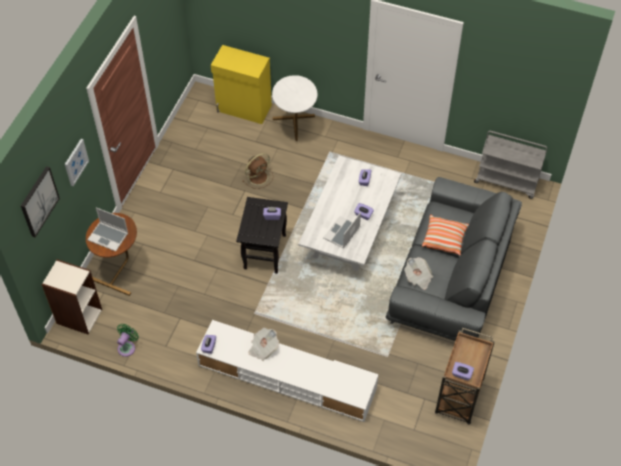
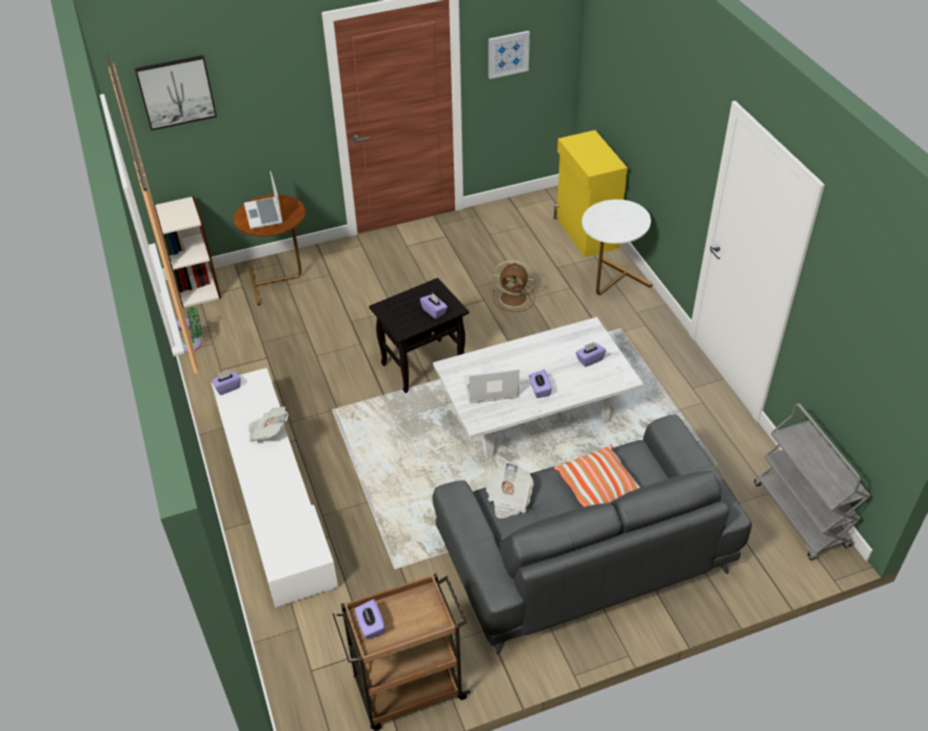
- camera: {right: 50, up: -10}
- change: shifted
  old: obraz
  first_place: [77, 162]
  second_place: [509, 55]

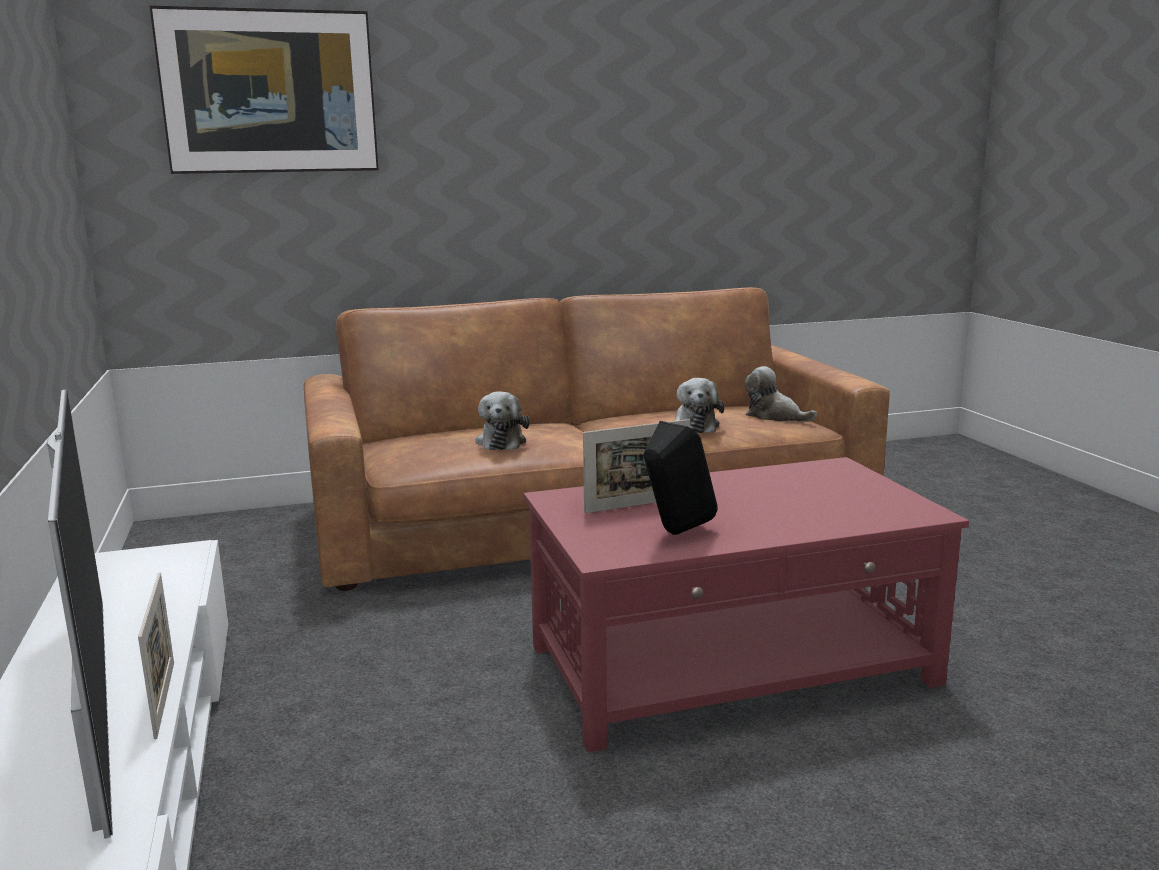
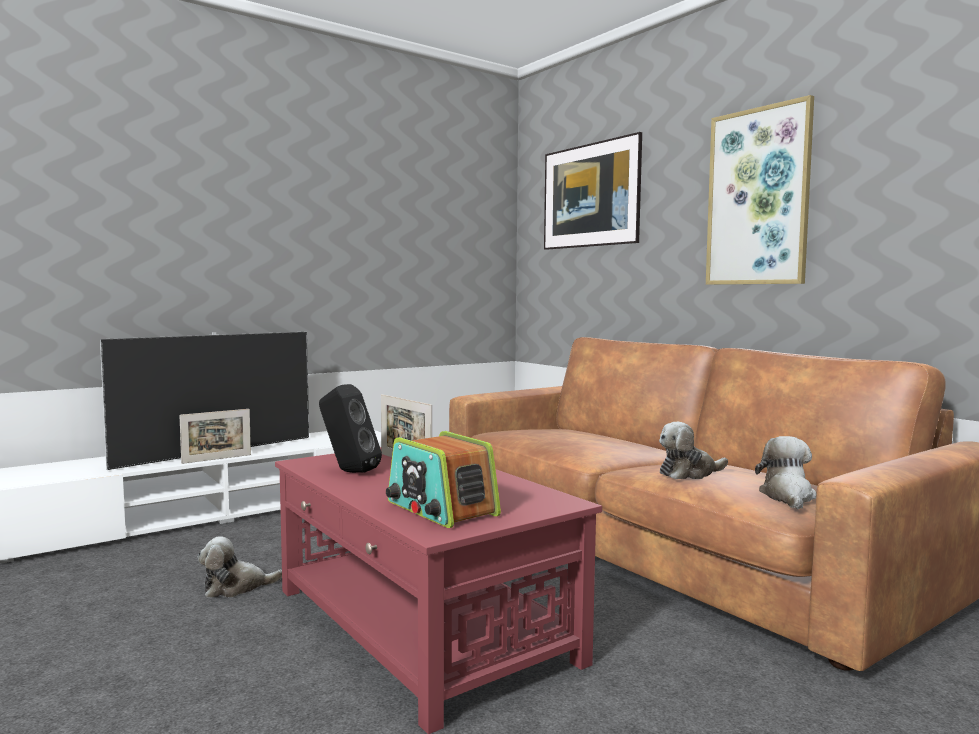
- camera: {right: 70, up: -10}
- change: shifted
  old: pluszak
  first_place: [502, 420]
  second_place: [240, 567]
- change: new
  new: obraz
  second_place: [760, 190]
- change: new
  new: radio
  second_place: [443, 479]

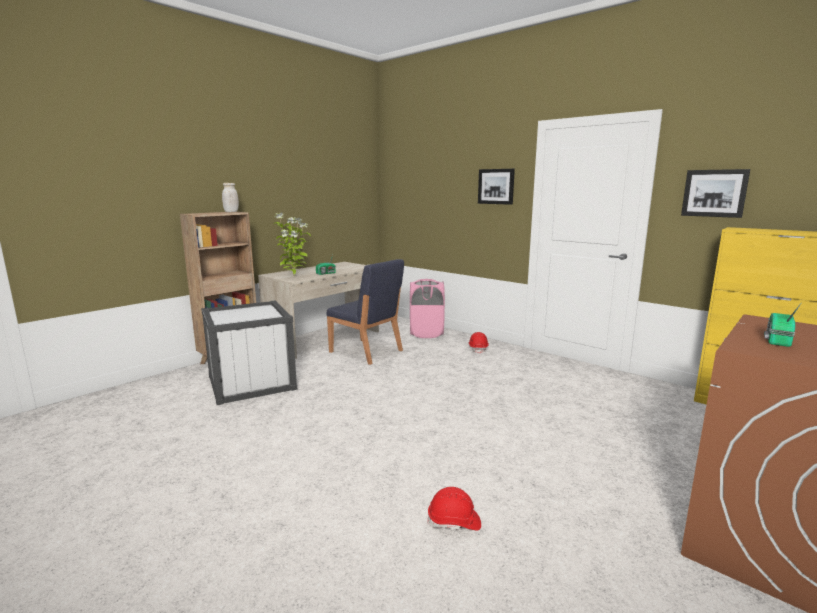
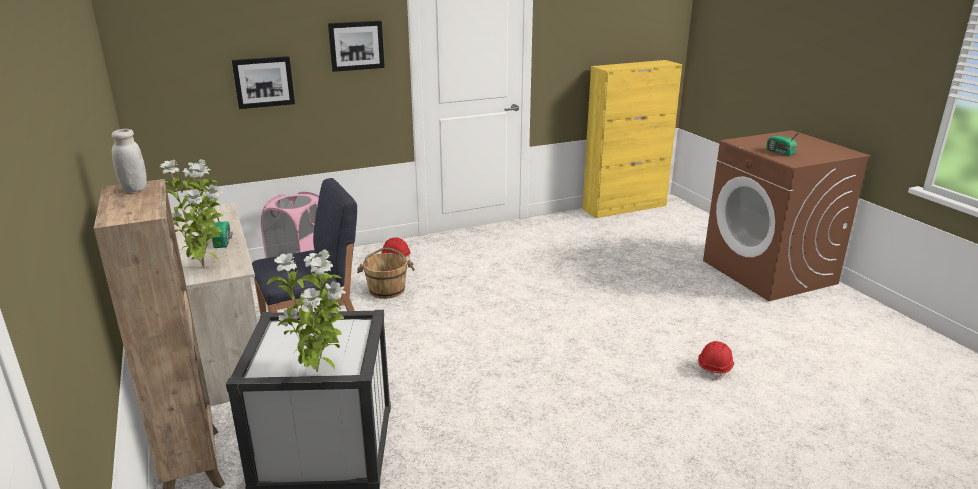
- camera: {right: -65, up: 10}
- change: shifted
  old: obraz
  first_place: [715, 193]
  second_place: [263, 82]
- change: new
  new: wiadro (brązowy)
  second_place: [386, 273]
- change: new
  new: roślina doniczkowa
  second_place: [306, 310]

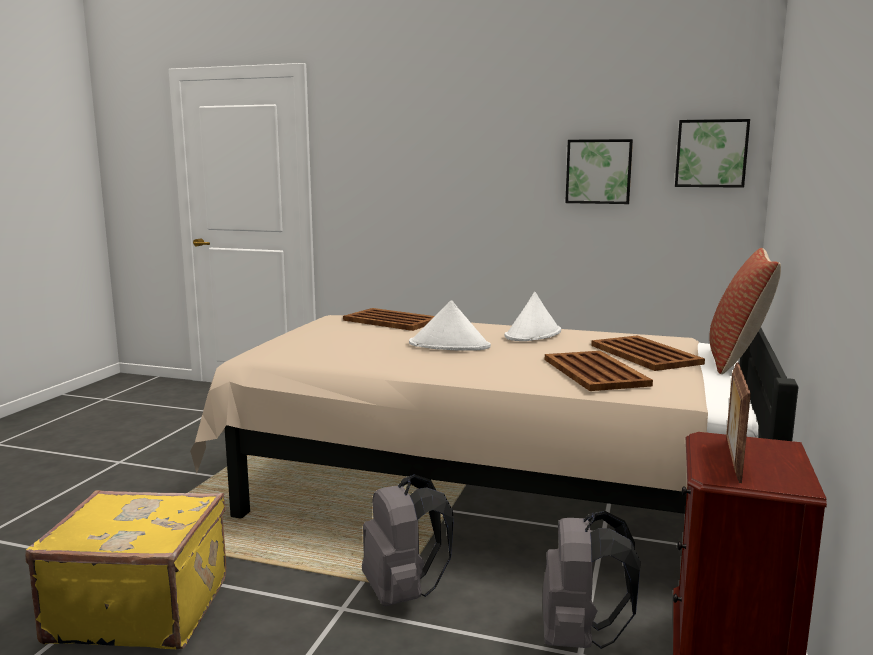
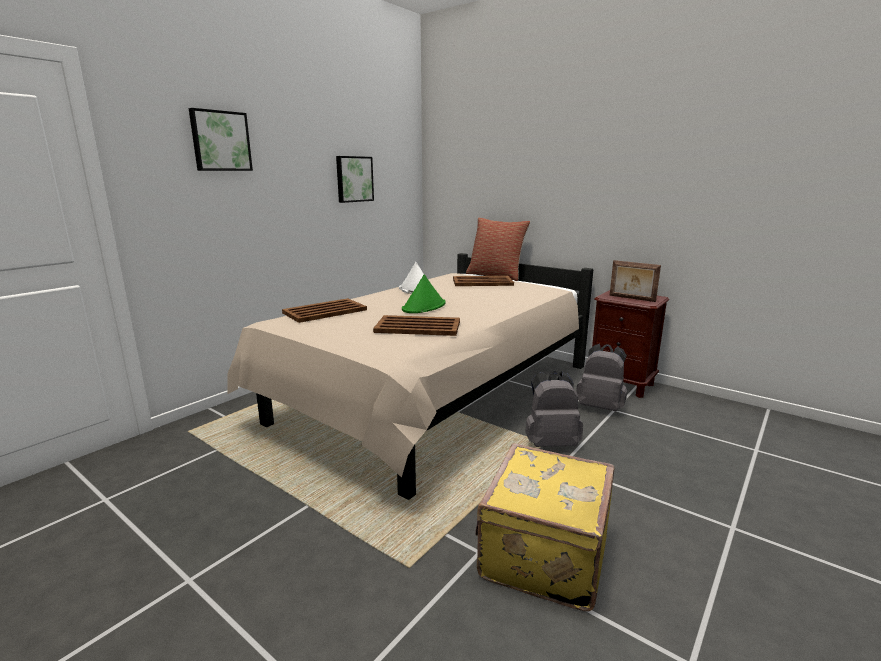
- camera: {right: -70, up: 5}
- change: shifted
  old: obraz
  first_place: [712, 153]
  second_place: [221, 139]
- change: repainted
  old: kapelusz (biały)
  new: kapelusz (zielony)
  first_place: [450, 325]
  second_place: [424, 293]
- change: shifted
  old: taca (brązowy)
  first_place: [599, 371]
  second_place: [416, 325]

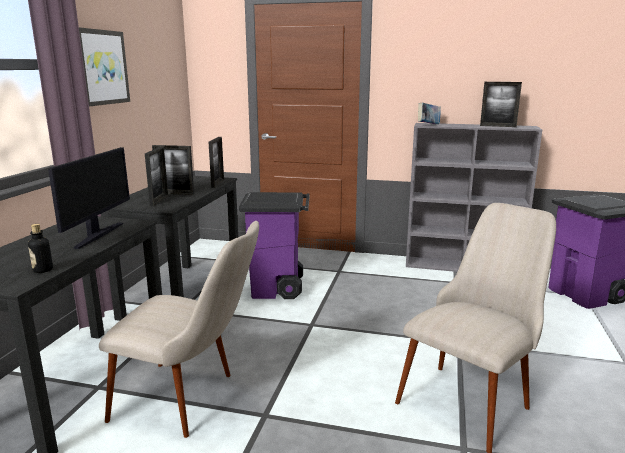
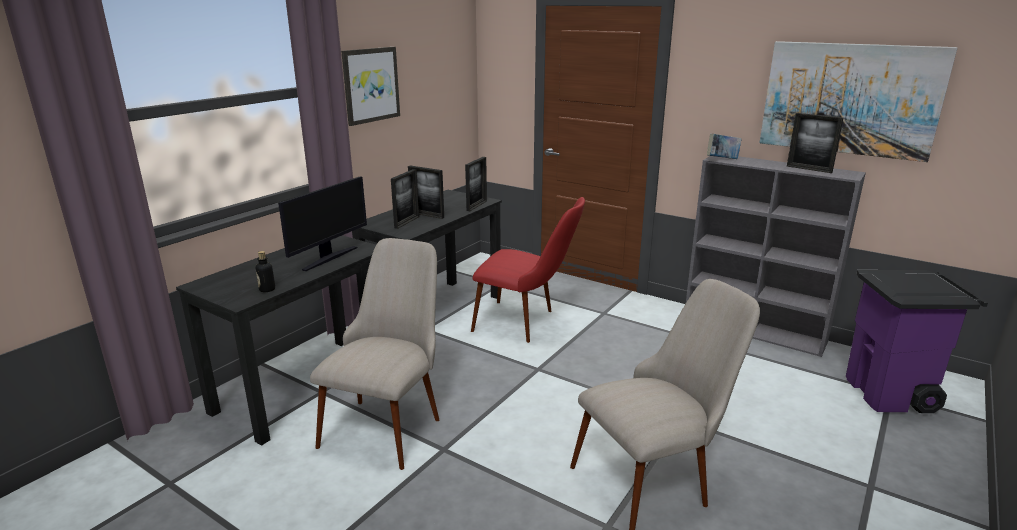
- camera: {right: 20, up: 5}
- change: swapped
  old: kosz na śmieci (fioletowy)
  new: krzesło (czerwony)
  first_place: [274, 245]
  second_place: [528, 270]
- change: rotated
  old: krzesło (beżowy)
  first_place: [179, 329]
  second_place: [374, 354]
  degrees: -105
- change: new
  new: obraz
  second_place: [858, 101]

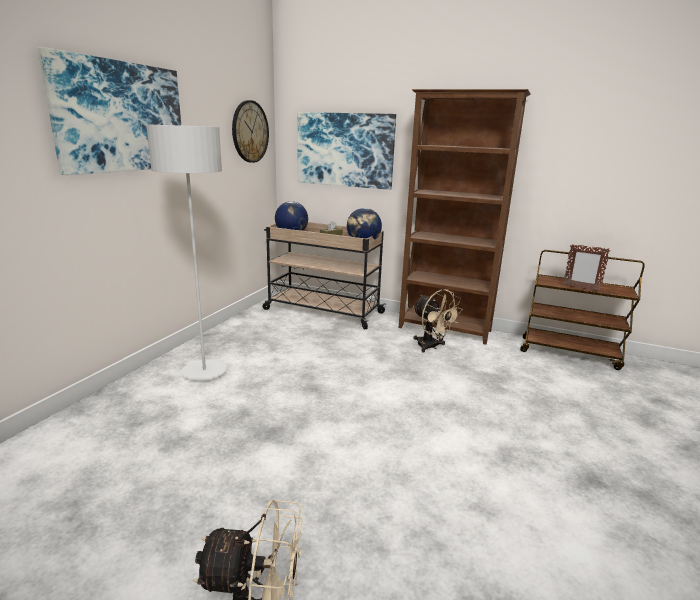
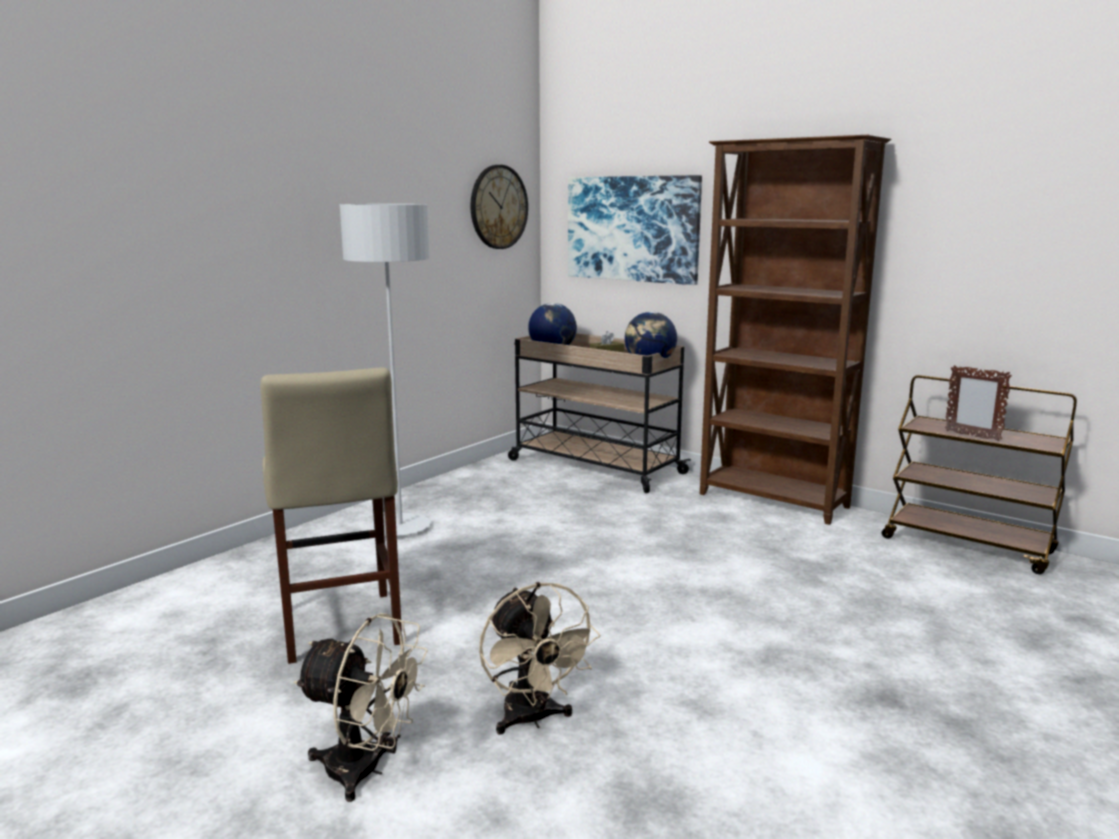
- camera: {right: 15, up: -5}
- change: gone
  old: obraz
  first_place: [109, 111]
- change: shifted
  old: wentylator (beżowy)
  first_place: [438, 320]
  second_place: [539, 658]
- change: new
  new: stołek (beżowy)
  second_place: [331, 515]

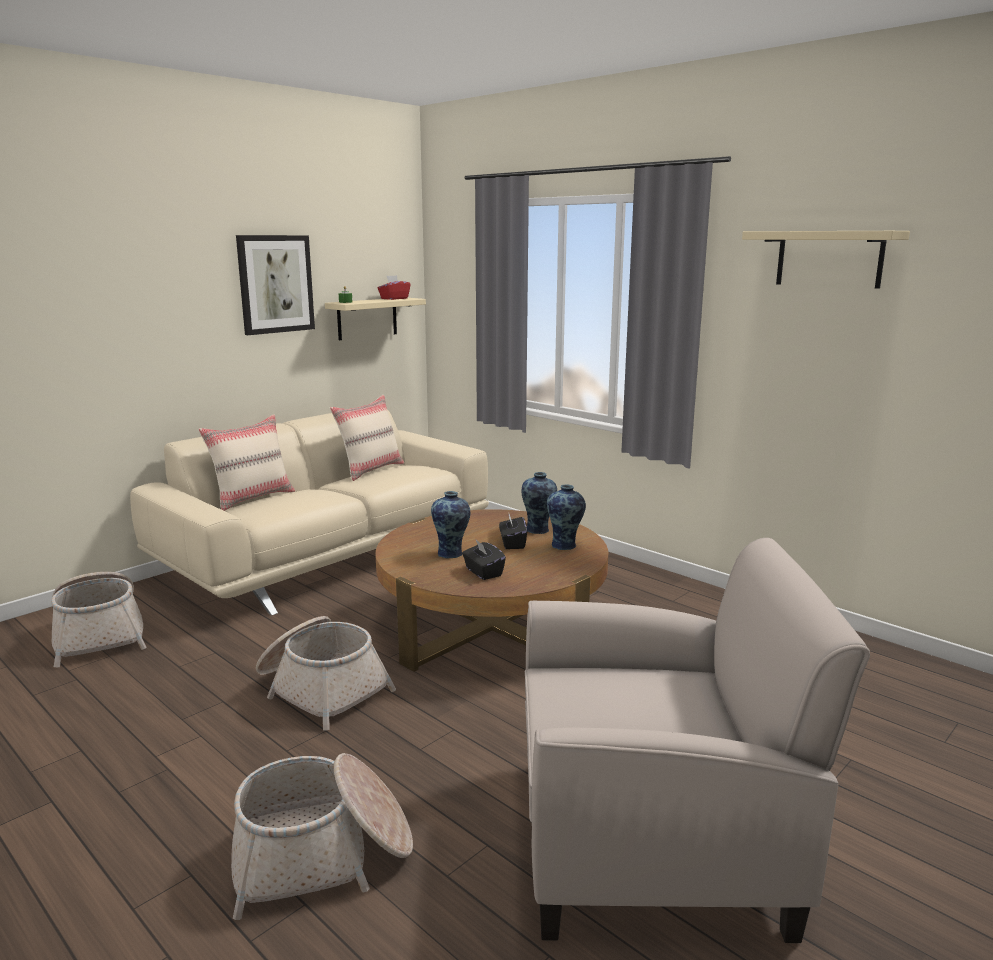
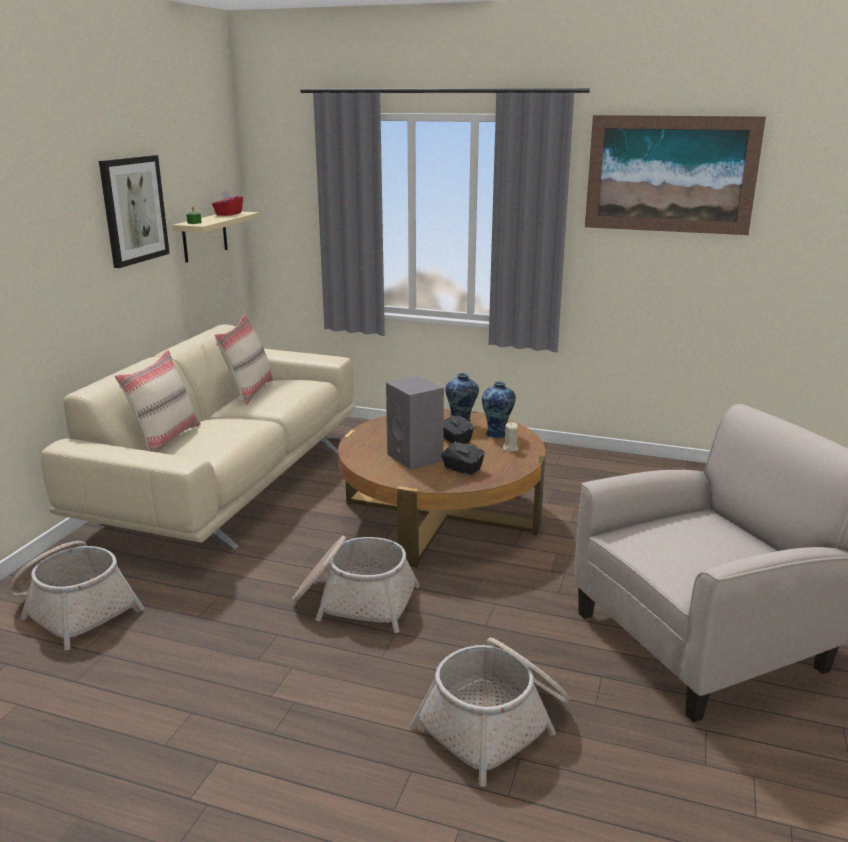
- camera: {right: -25, up: 5}
- change: swapped
  old: półka (beżowy)
  new: obraz
  first_place: [826, 260]
  second_place: [675, 175]
- change: swapped
  old: wazon
  new: głośnik (szary)
  first_place: [450, 524]
  second_place: [415, 423]
- change: new
  new: świeca (beżowy)
  second_place: [510, 437]

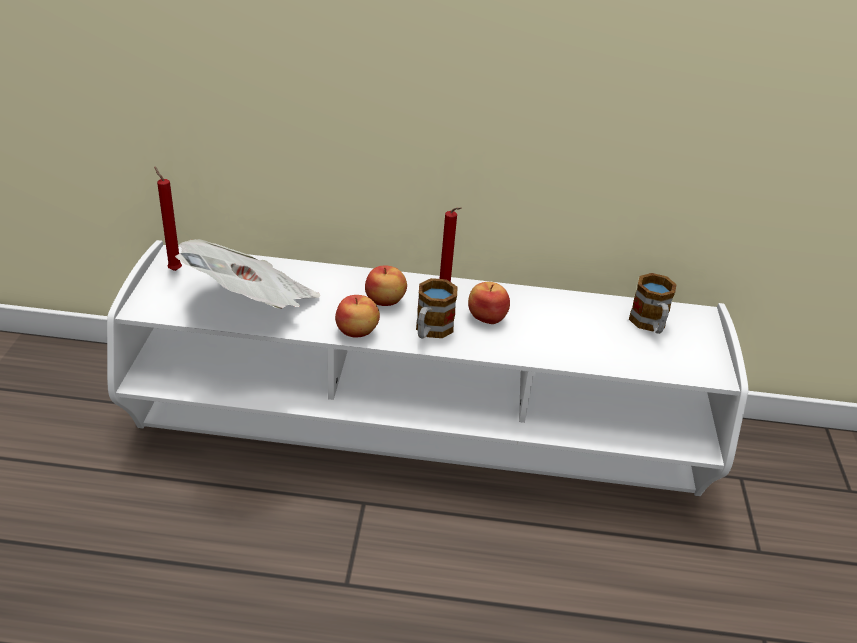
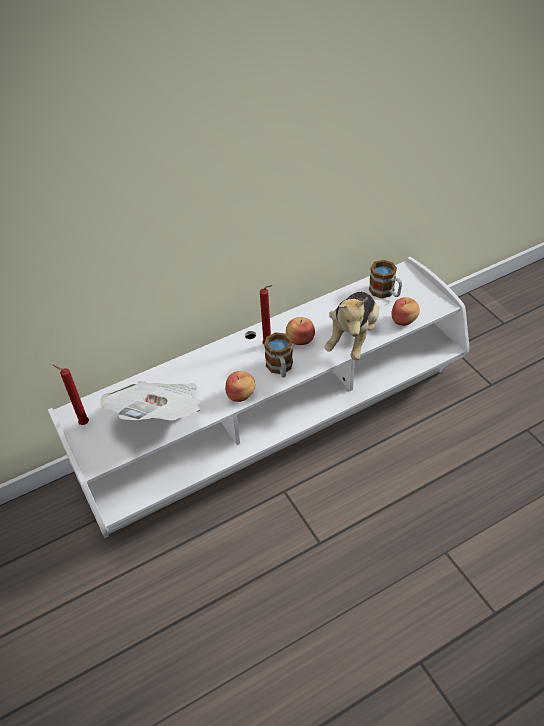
- camera: {right: -30, up: 10}
- change: shifted
  old: jabłko
  first_place: [386, 286]
  second_place: [405, 311]
- change: new
  new: pluszak
  second_place: [351, 326]

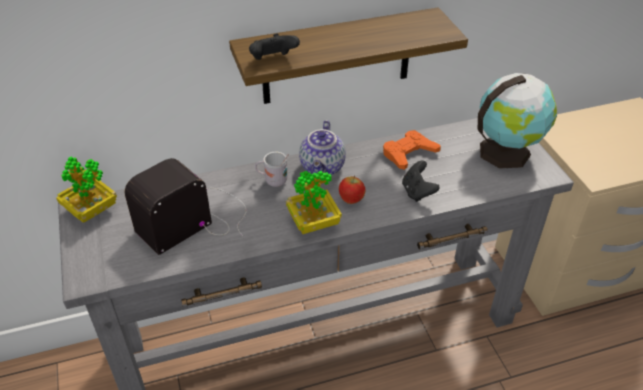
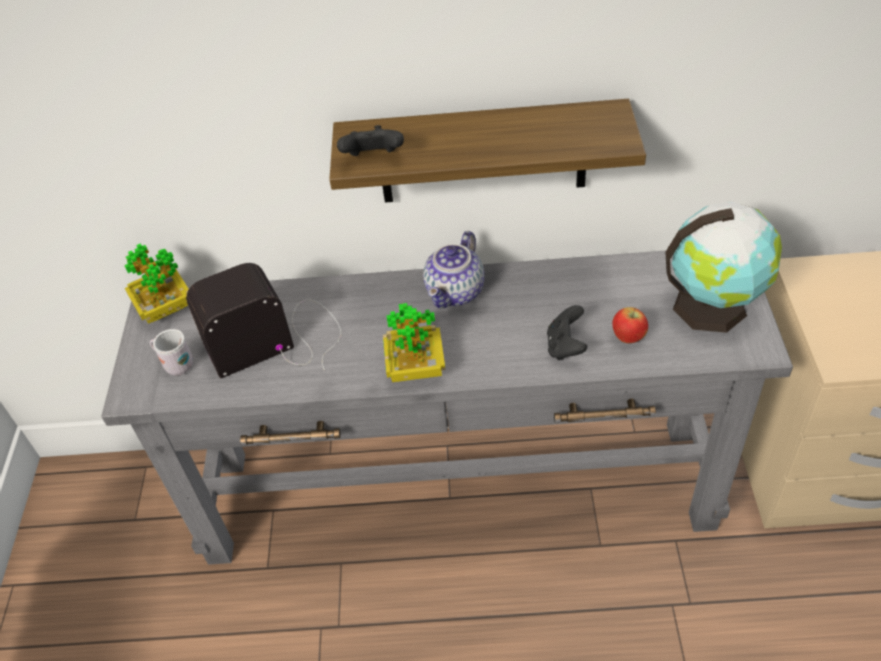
- camera: {right: 20, up: 5}
- change: gone
  old: pad do gier (pomarańczowy)
  first_place: [412, 150]
- change: shifted
  old: kubek (biały)
  first_place: [272, 169]
  second_place: [171, 352]
- change: shifted
  old: jabłko
  first_place: [352, 189]
  second_place: [630, 325]

